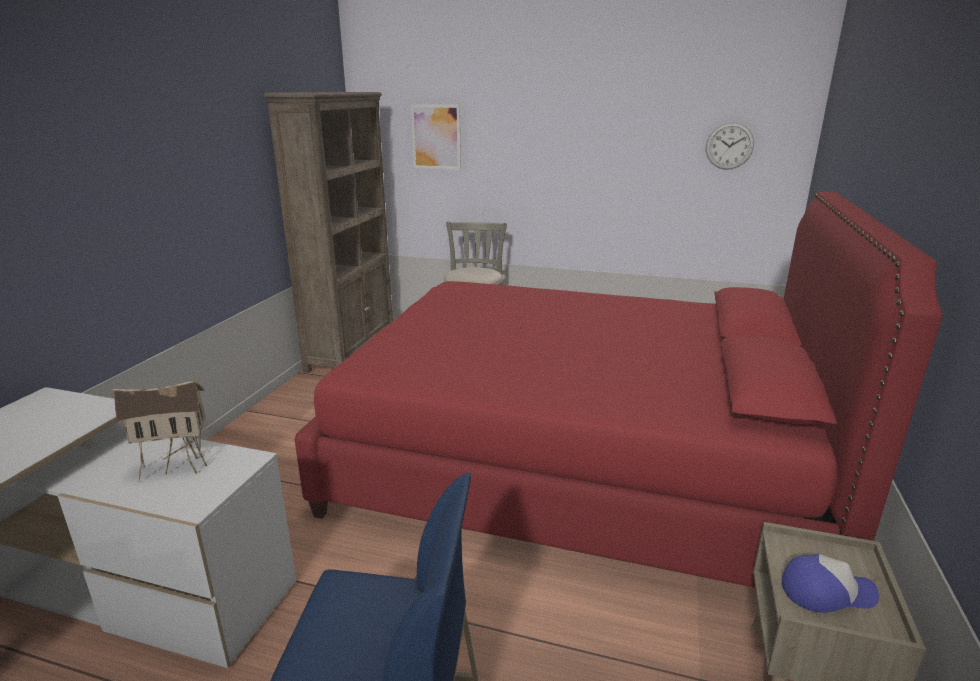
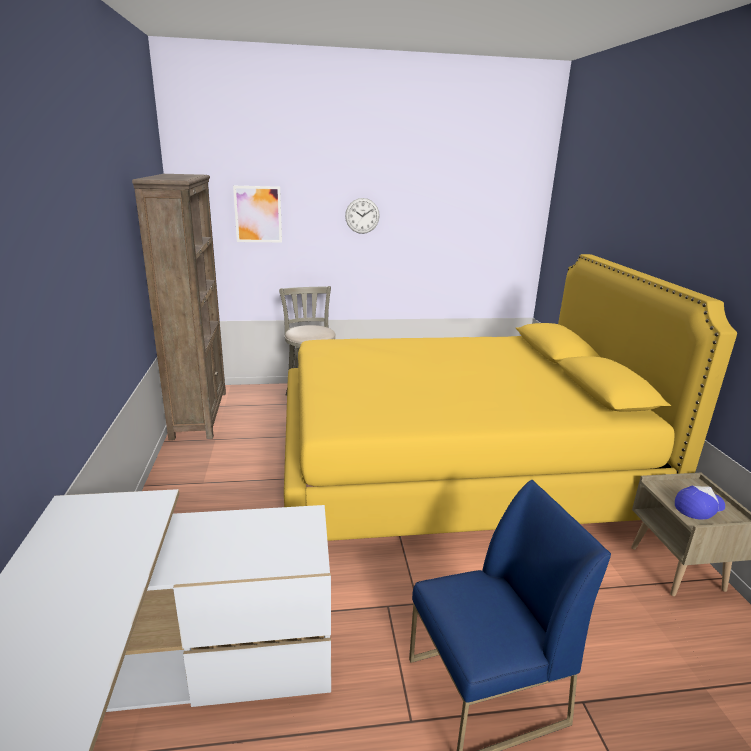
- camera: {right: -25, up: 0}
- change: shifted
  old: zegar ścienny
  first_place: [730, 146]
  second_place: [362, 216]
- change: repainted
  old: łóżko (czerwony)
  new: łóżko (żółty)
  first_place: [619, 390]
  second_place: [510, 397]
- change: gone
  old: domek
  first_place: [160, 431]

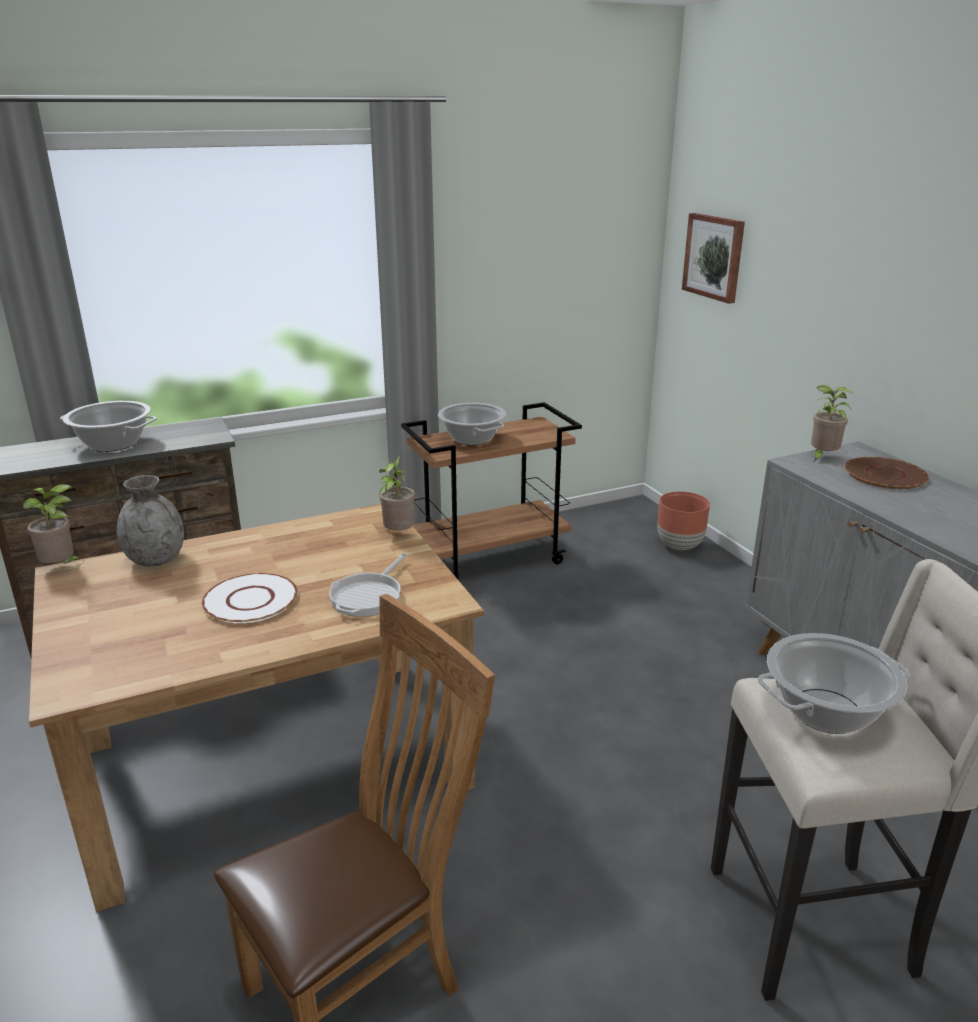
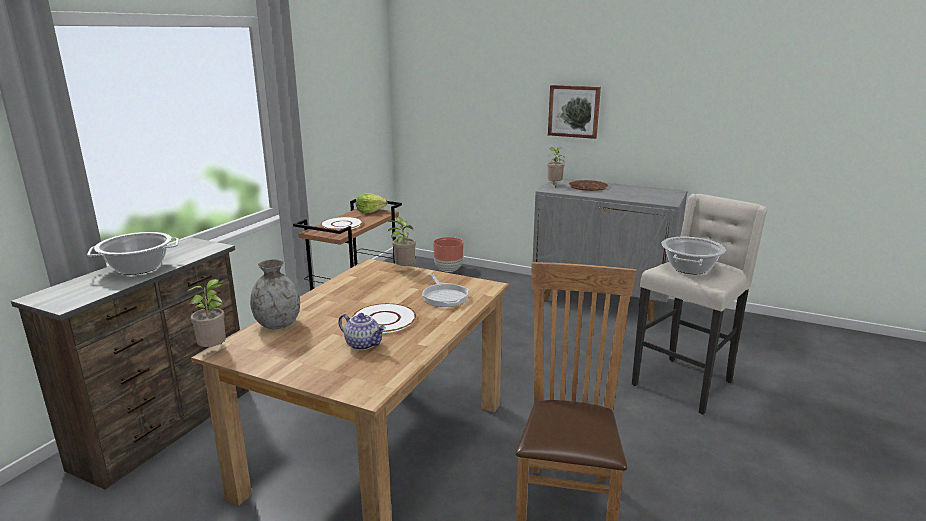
- camera: {right: -40, up: -5}
- change: shifted
  old: obraz
  first_place: [713, 258]
  second_place: [574, 112]
- change: swapped
  old: garnek
  new: talerz (biały)
  first_place: [472, 424]
  second_place: [342, 223]
- change: new
  new: sałata
  second_place: [372, 203]
- change: new
  new: imbryk
  second_place: [362, 331]

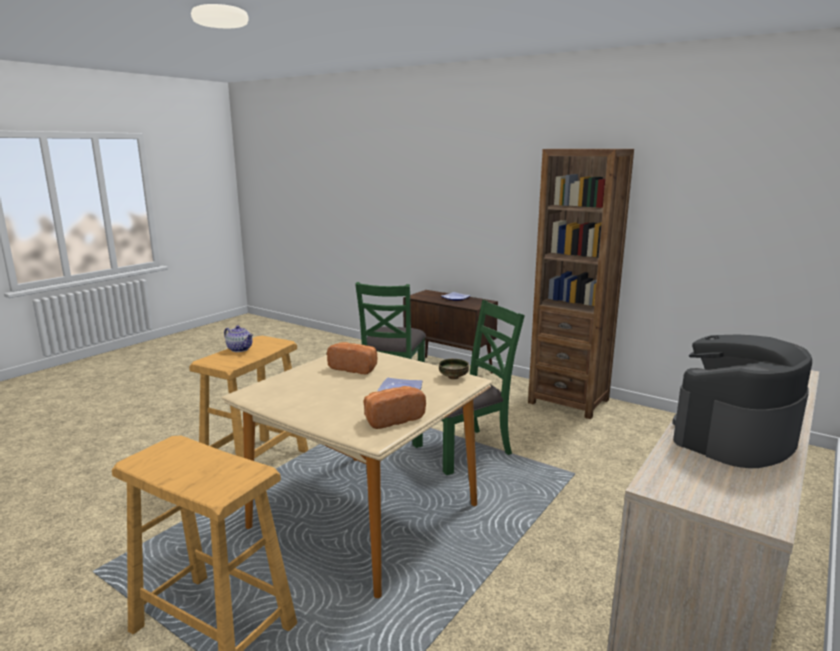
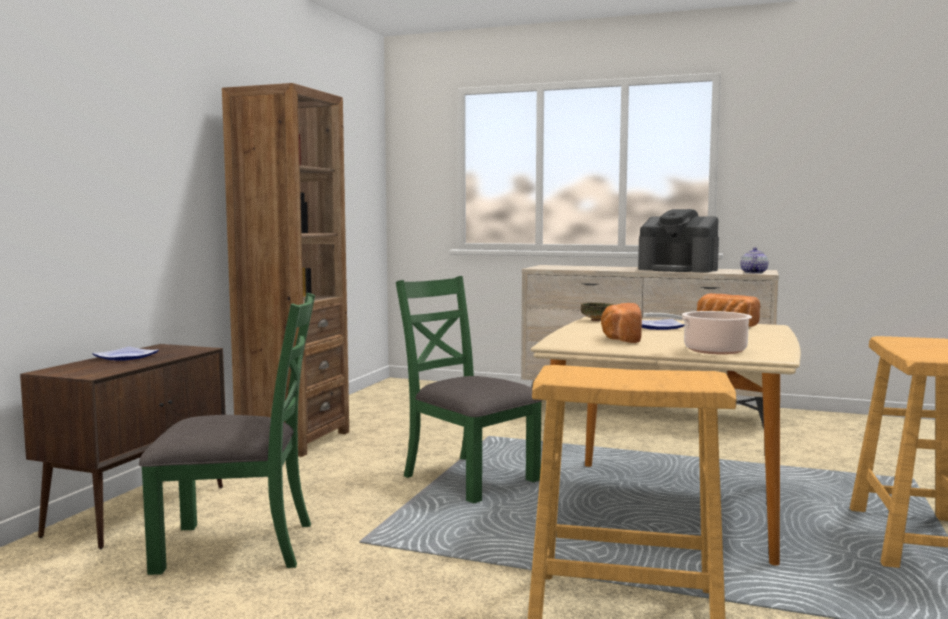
- camera: {right: -105, up: -10}
- change: shifted
  old: imbryk
  first_place: [238, 338]
  second_place: [754, 260]
- change: new
  new: garnek
  second_place: [697, 333]

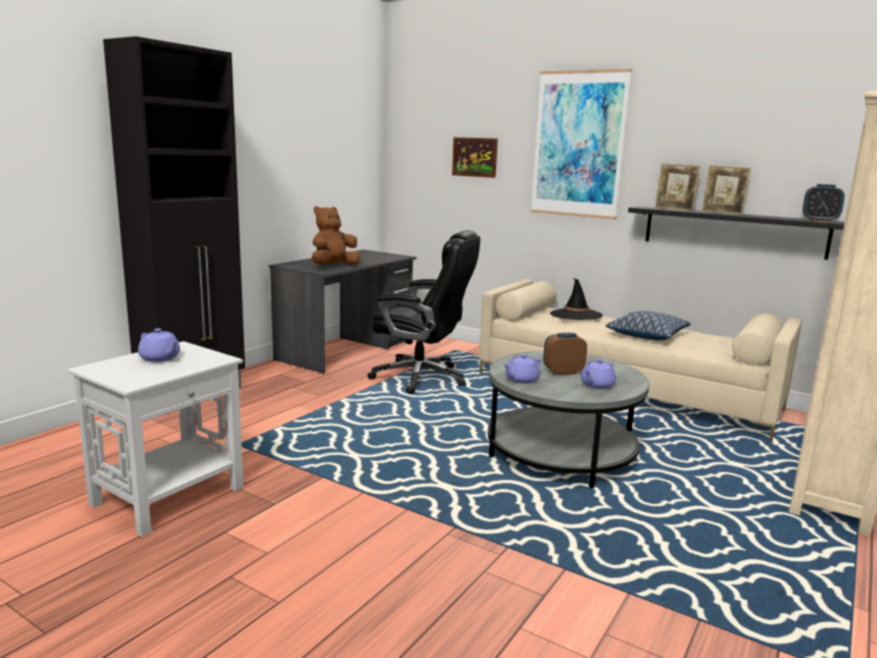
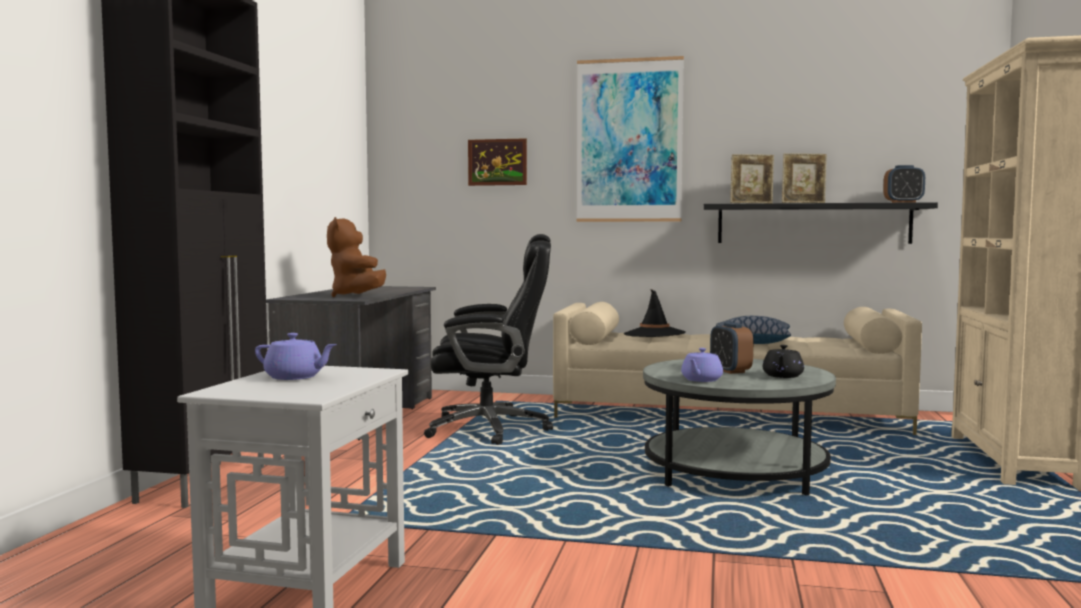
- camera: {right: -20, up: -10}
- change: rotated
  old: pluszak (brązowy)
  first_place: [336, 235]
  second_place: [356, 257]
  degrees: -45
- change: rotated
  old: budzik
  first_place: [565, 354]
  second_place: [731, 348]
  degrees: -75
- change: repainted
  old: imbryk (fioletowy)
  new: imbryk (czarny)
  first_place: [598, 374]
  second_place: [783, 361]

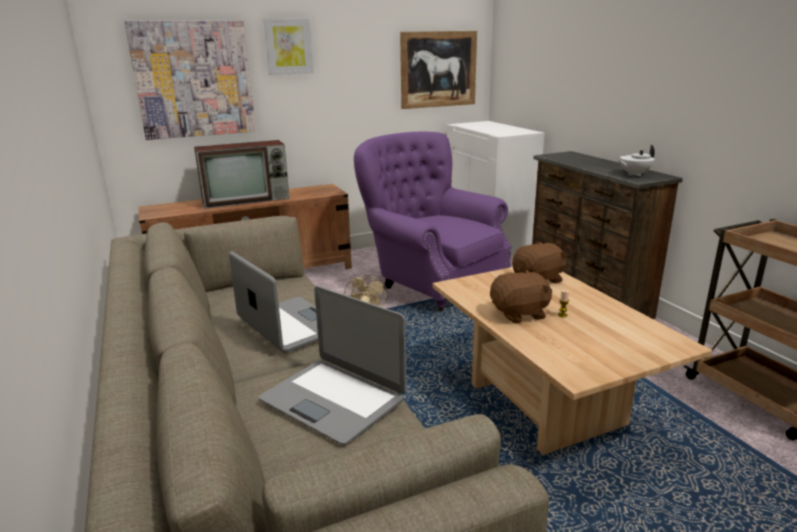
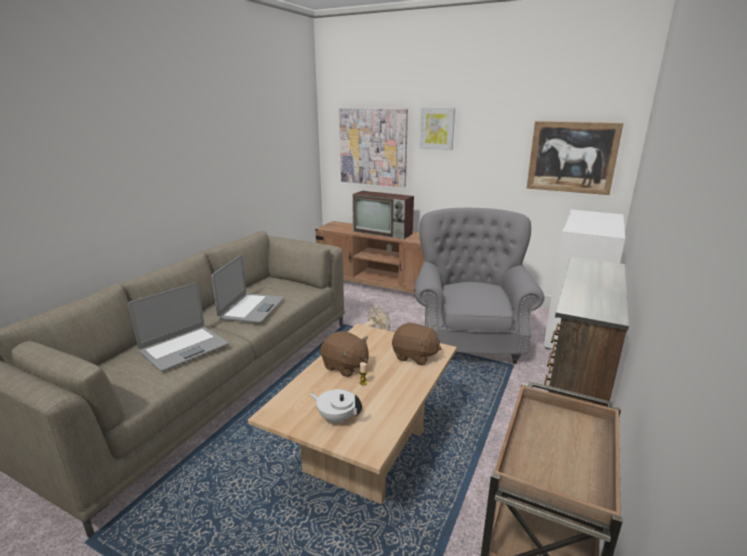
- camera: {right: 50, up: 0}
- change: repainted
  old: fotel (fioletowy)
  new: fotel (szary)
  first_place: [432, 221]
  second_place: [479, 286]
- change: shifted
  old: imbryk (biały)
  first_place: [636, 160]
  second_place: [336, 406]
- change: rotated
  old: laptop
  first_place: [332, 365]
  second_place: [178, 327]
  degrees: -135

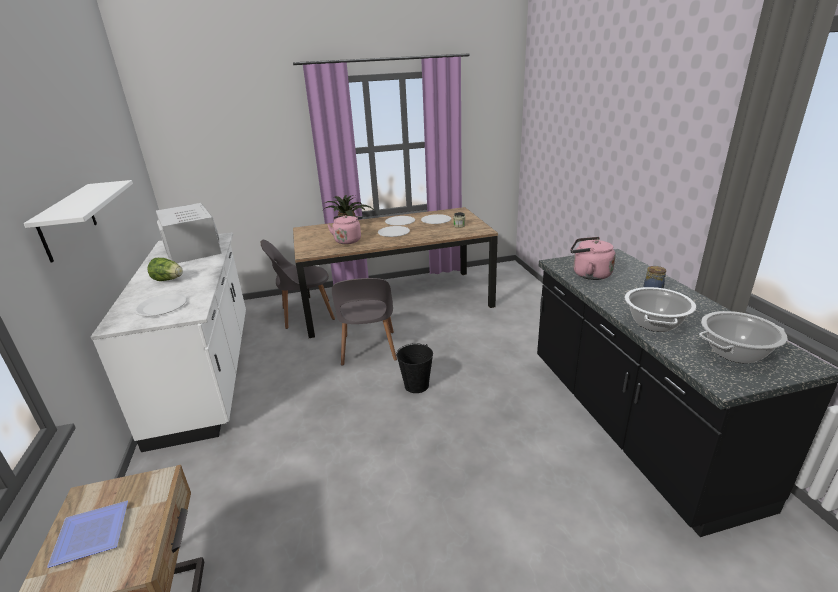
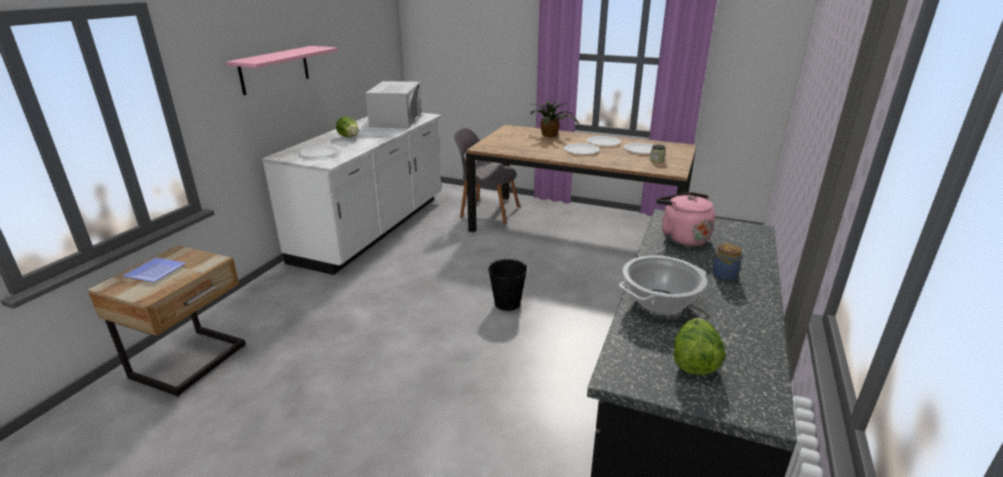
- camera: {right: 35, up: 0}
- change: repainted
  old: półka (biały)
  new: półka (różowy)
  first_place: [78, 221]
  second_place: [282, 70]
- change: gone
  old: czajnik (różowy)
  first_place: [345, 229]
- change: gone
  old: krzesło (szary)
  first_place: [364, 321]
- change: swapped
  old: garnek
  new: sałata
  first_place: [743, 337]
  second_place: [700, 346]

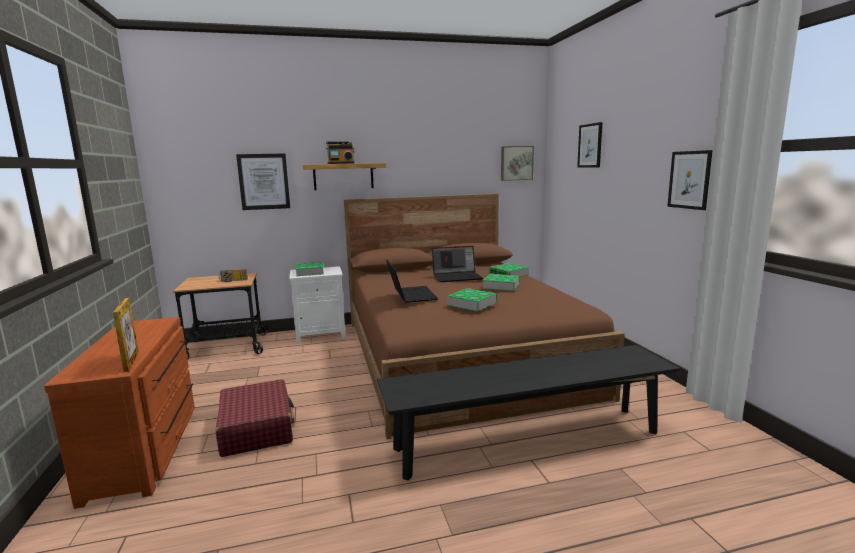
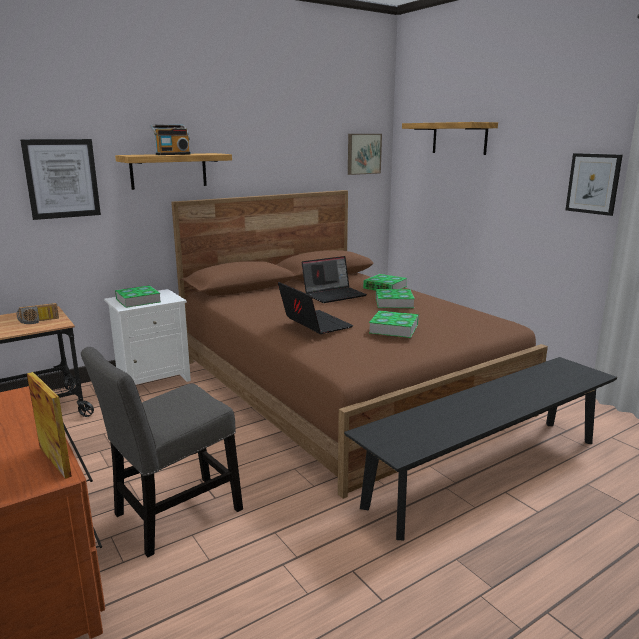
- camera: {right: -20, up: 5}
- change: swapped
  old: obraz
  new: półka
  first_place: [589, 145]
  second_place: [450, 138]
- change: swapped
  old: walizka (czerwony)
  new: krzesło (szary)
  first_place: [255, 418]
  second_place: [162, 452]

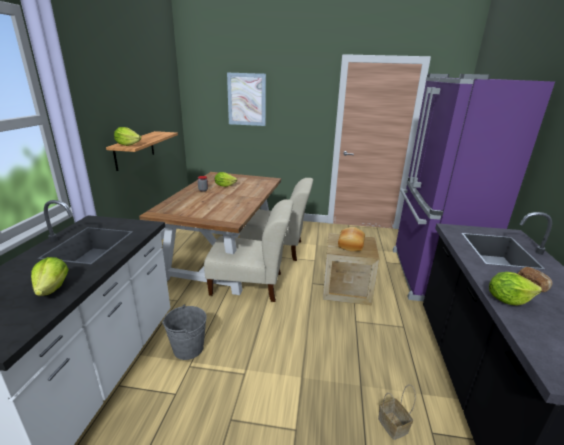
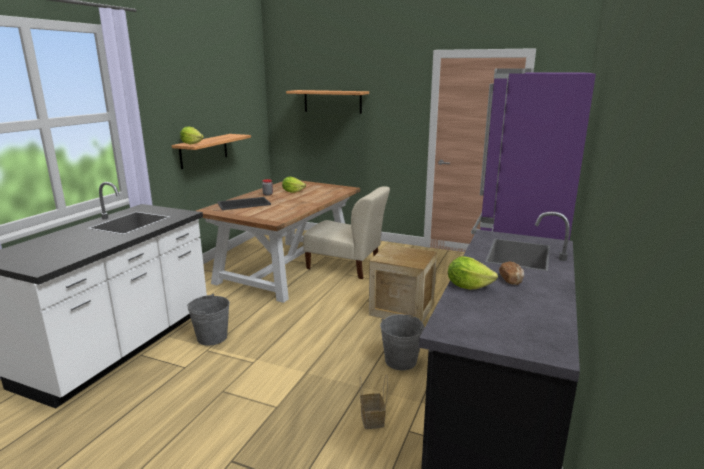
- camera: {right: 15, up: -5}
- change: swapped
  old: obraz
  new: półka
  first_place: [246, 99]
  second_place: [327, 102]
- change: gone
  old: krzesło (beżowy)
  first_place: [248, 250]
- change: gone
  old: chleb
  first_place: [351, 239]
- change: gone
  old: sałata
  first_place: [50, 276]
- change: new
  new: taca
  second_place: [244, 203]
- change: new
  new: wiadro (szary)
  second_place: [402, 342]

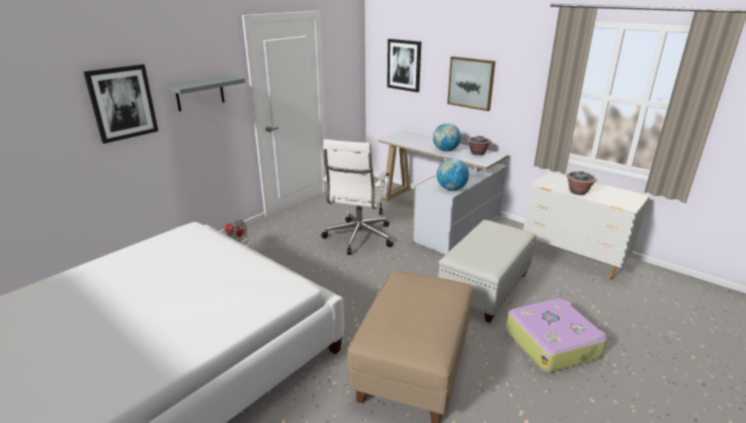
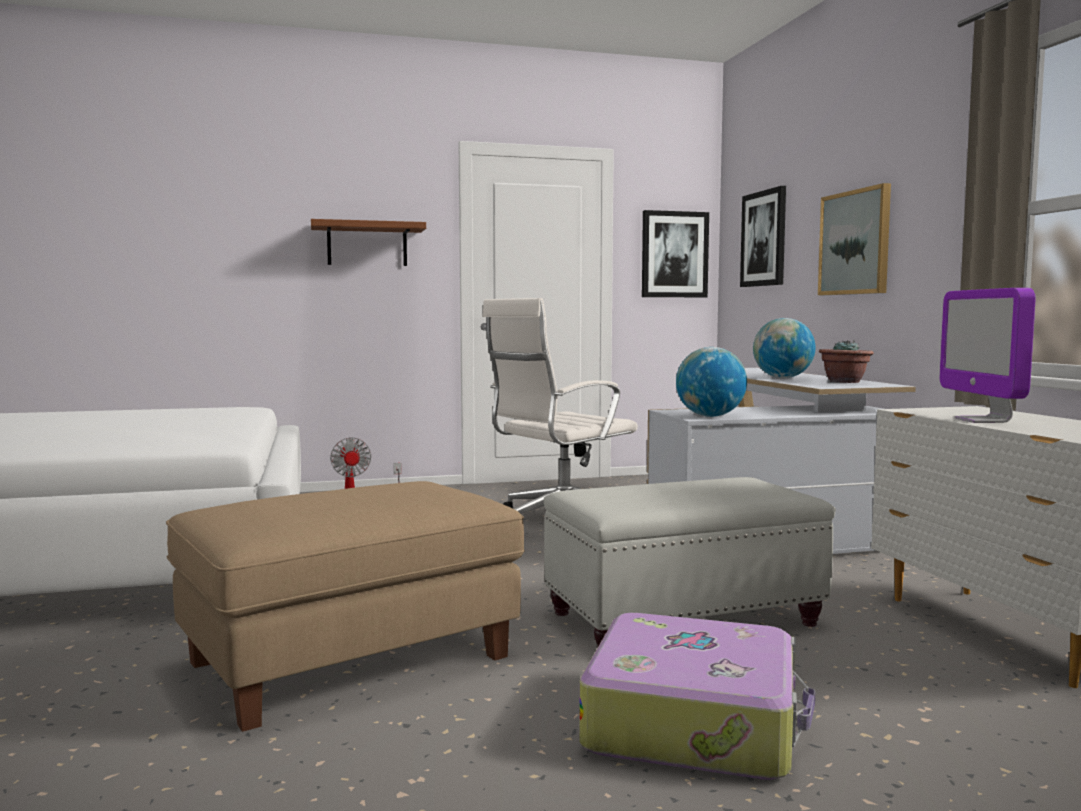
- camera: {right: 35, up: -20}
- change: shifted
  old: obraz
  first_place: [120, 104]
  second_place: [675, 253]
- change: repainted
  old: półka (szary)
  new: półka (brązowy)
  first_place: [204, 93]
  second_place: [368, 242]
- change: swapped
  old: roślina doniczkowa
  new: monitor
  first_place: [581, 183]
  second_place: [988, 355]

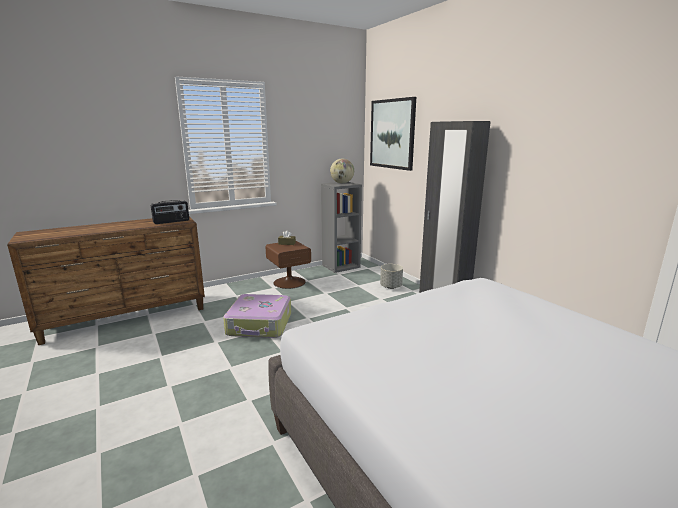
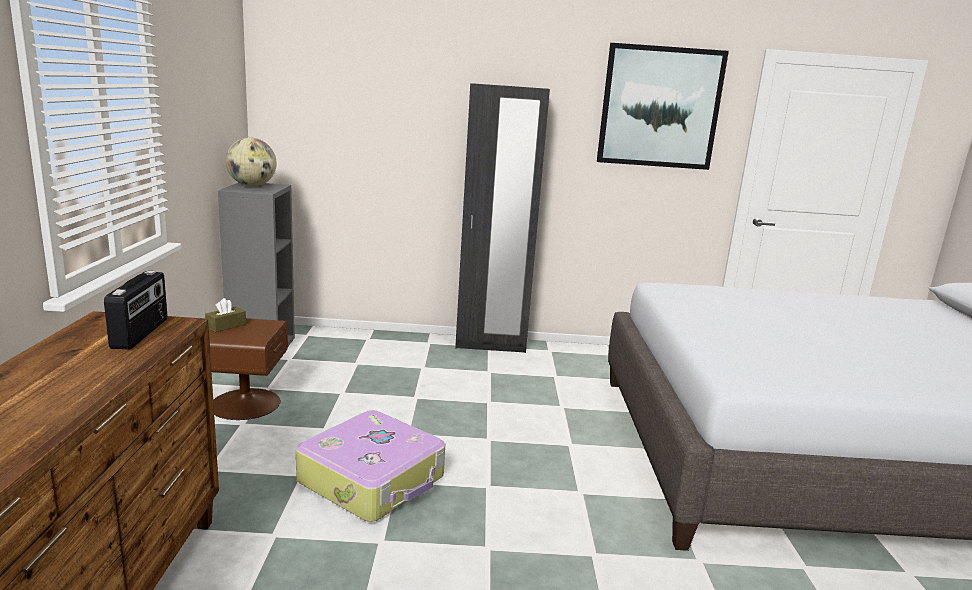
- camera: {right: -60, up: 0}
- change: shifted
  old: obraz
  first_place: [393, 134]
  second_place: [663, 106]
- change: gone
  old: donica (szary)
  first_place: [391, 276]

